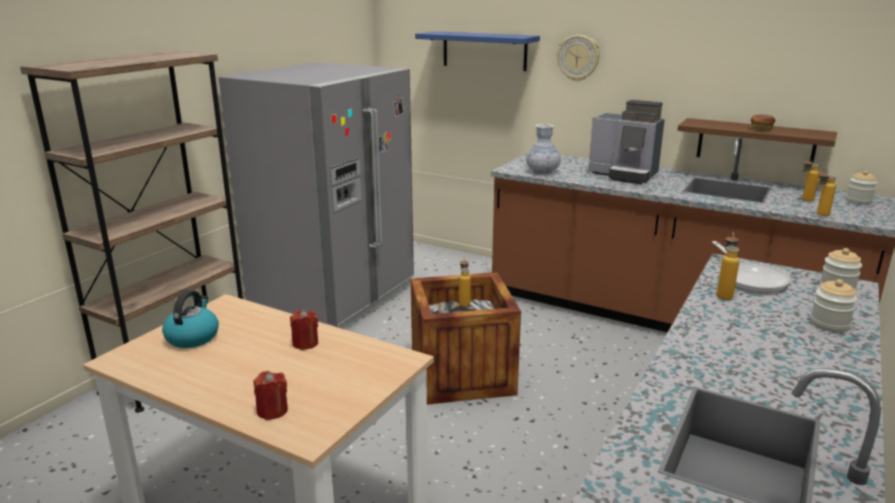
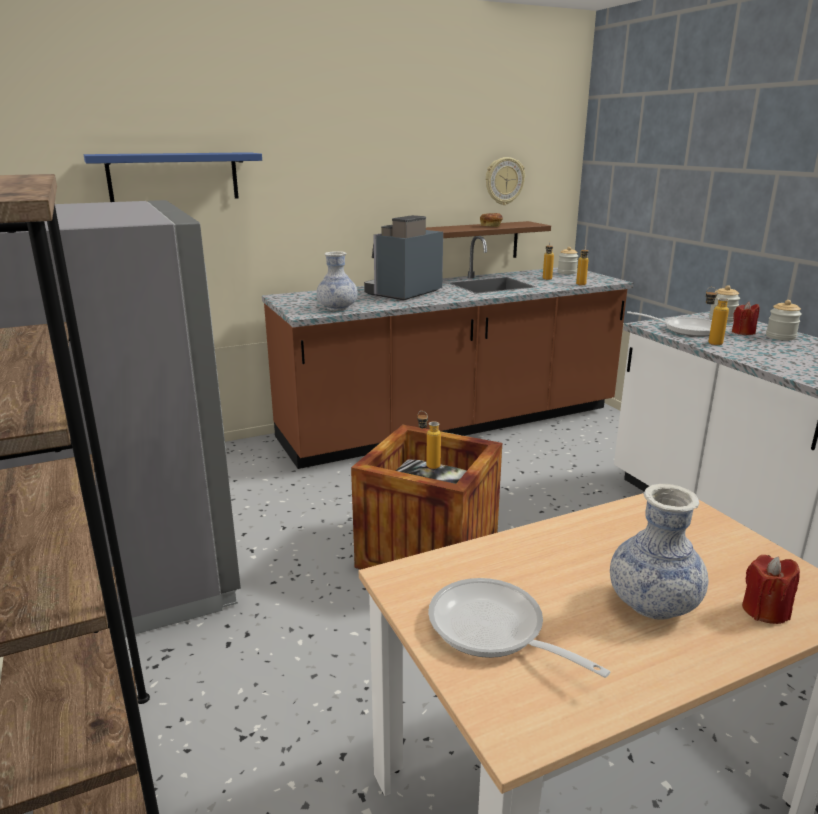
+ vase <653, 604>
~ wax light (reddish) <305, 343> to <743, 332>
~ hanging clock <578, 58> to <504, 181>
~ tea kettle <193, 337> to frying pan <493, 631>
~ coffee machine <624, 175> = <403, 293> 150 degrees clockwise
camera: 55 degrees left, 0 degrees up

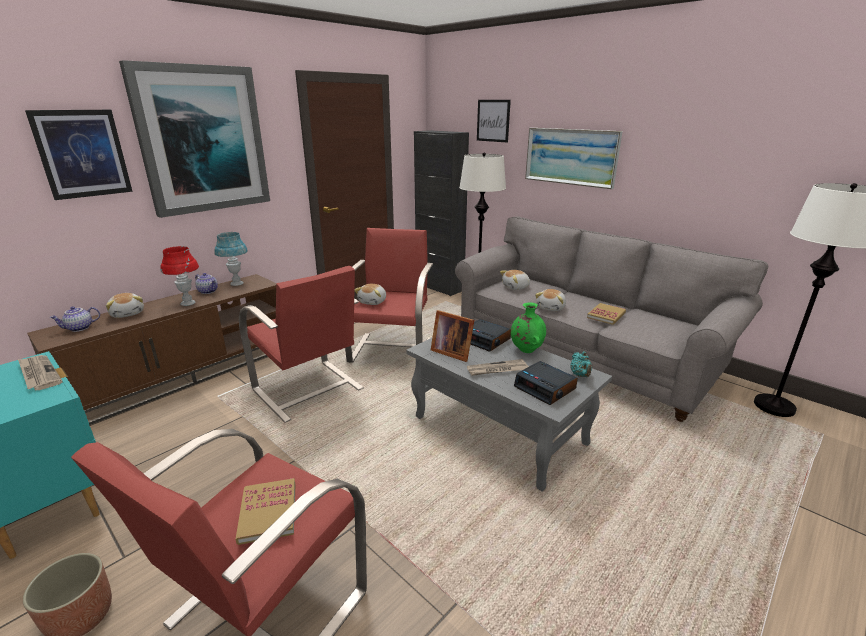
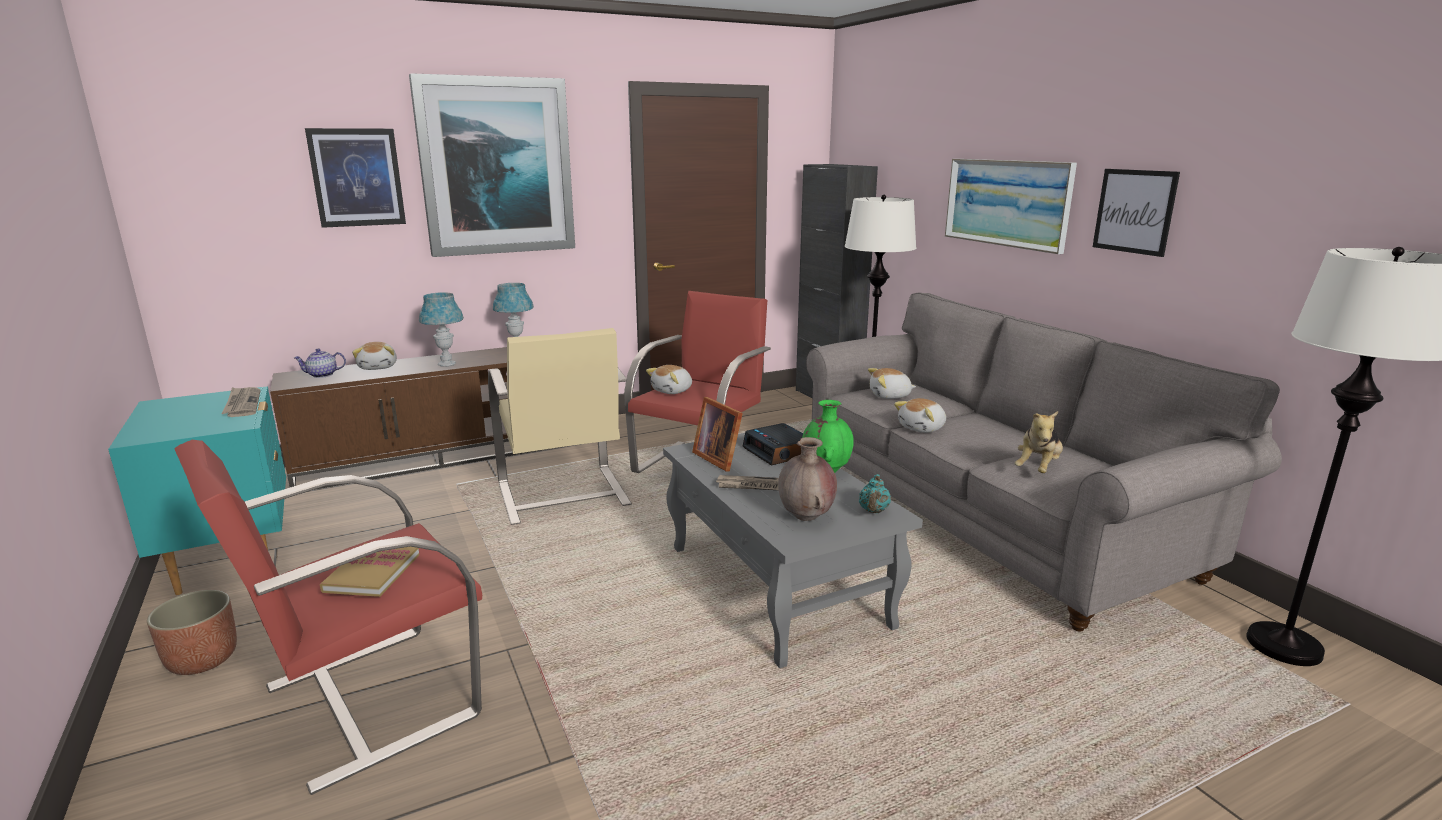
- teapot <208, 291>
- bound book <606, 315>
+ soft toy <1038, 468>
~ picture <493, 120> to <1134, 211>
~ bedside clock <545, 388> to vase (brown) <806, 517>
~ tabletop lamp (reddish) <188, 303> to tabletop lamp (bluish) <446, 364>
~ easy chair (reddish) <308, 390> to easy chair (beige) <563, 495>
camera: 20 degrees right, 5 degrees down

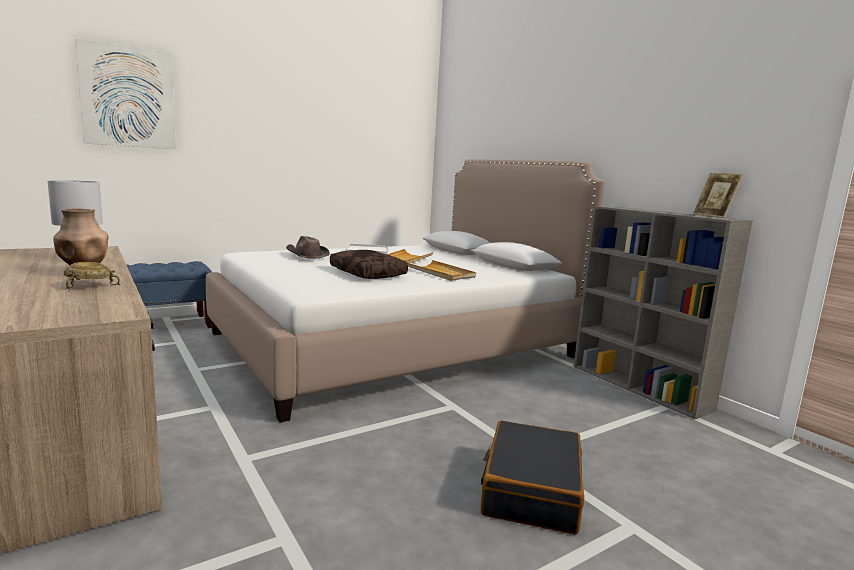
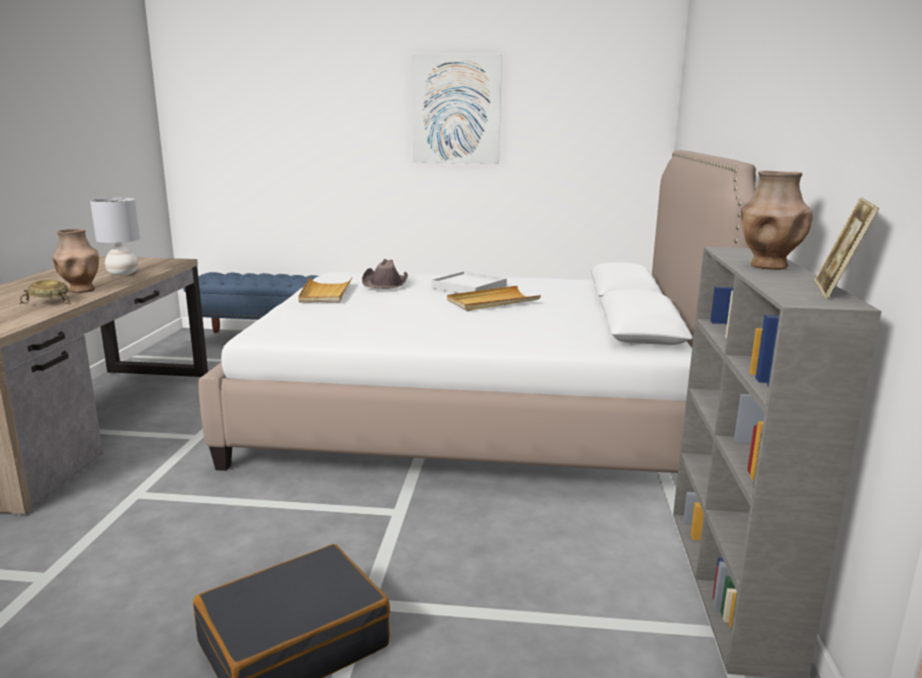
- throw pillow (brown) <369, 273>
+ vase (brown) <767, 266>
~ picture <128, 97> to <456, 110>
~ carrying tray (beige) <440, 273> to <325, 293>
camera: 40 degrees right, 5 degrees up

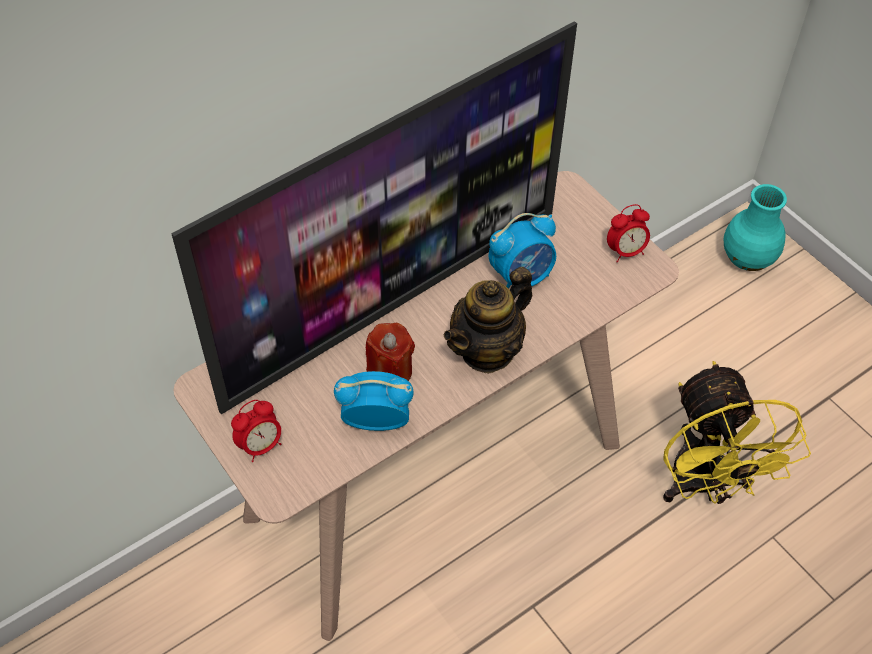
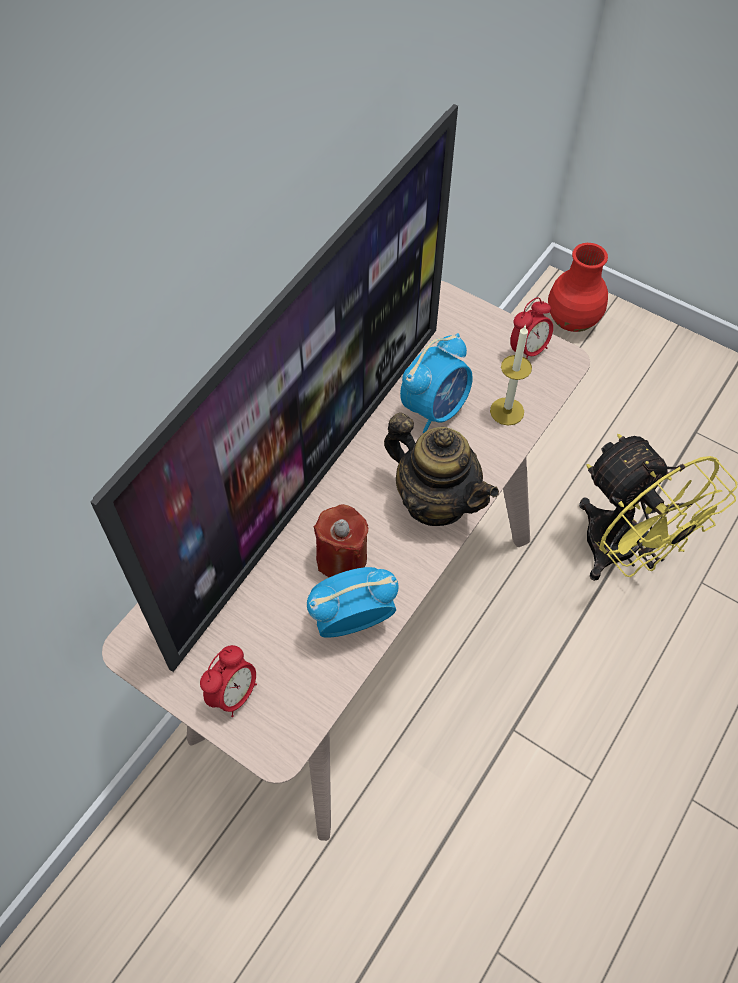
+ wax light <507, 411>
~ vase (turquoise-coloured) <747, 258> to vase (reddish) <572, 320>
~ teapot <488, 350> = <435, 501> 75 degrees counterclockwise
camera: 20 degrees left, 5 degrees up

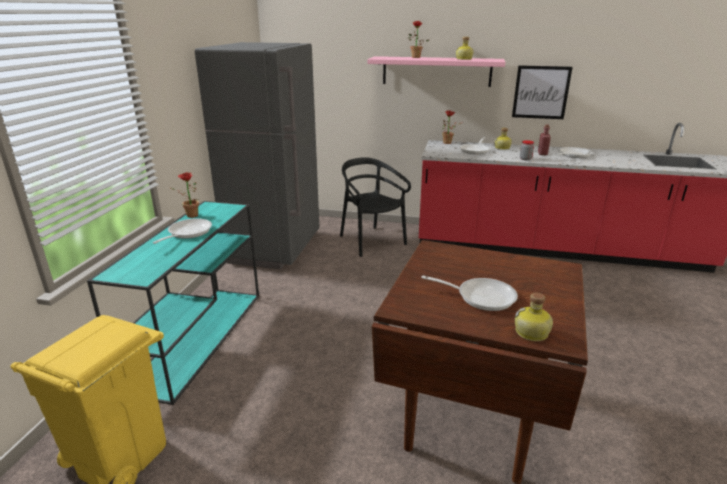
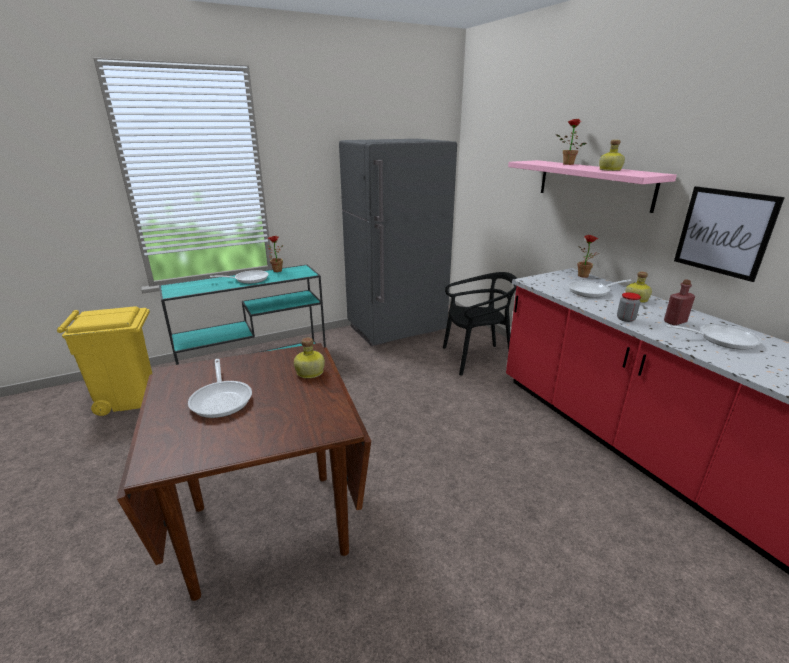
~ beverage bottle <532, 333> to <309, 372>
~ chair (black-coloured) <371, 241> = <476, 358> 60 degrees clockwise
camera: 50 degrees right, 0 degrees up

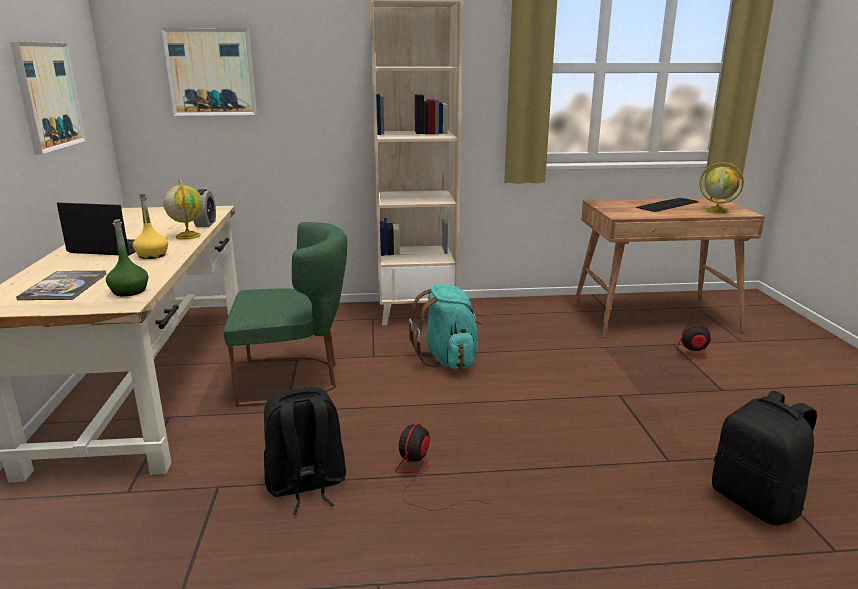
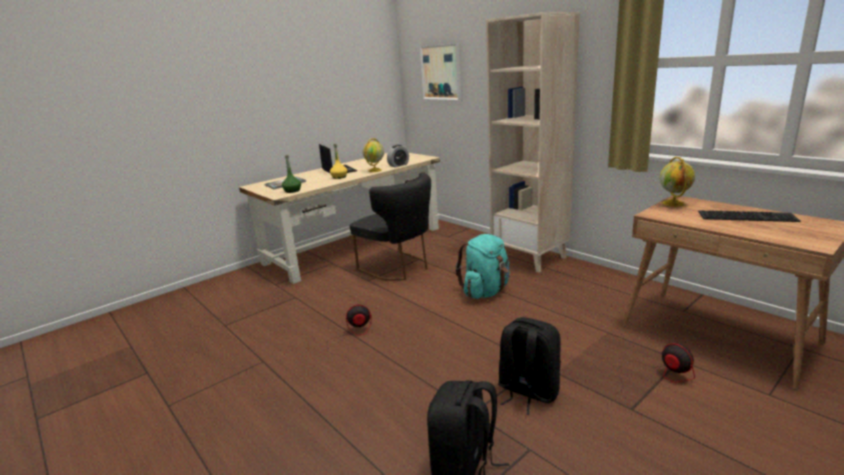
- picture <48, 96>
~ rucksack (black-coloured) <306, 485> to <527, 392>
~ world globe <717, 211> to <674, 204>
~ chair (green-coloured) <294, 379> to chair (black-coloured) <399, 268>
camera: 55 degrees right, 0 degrees up

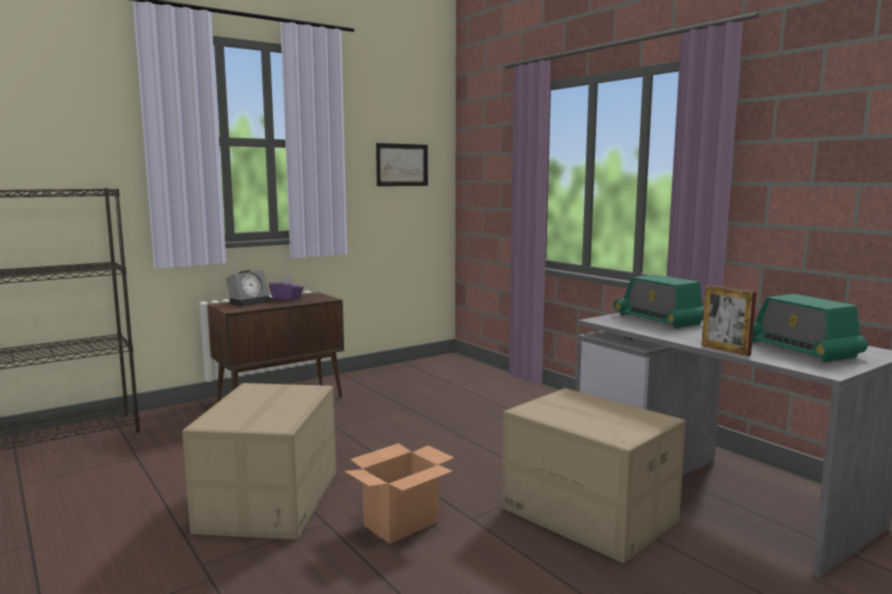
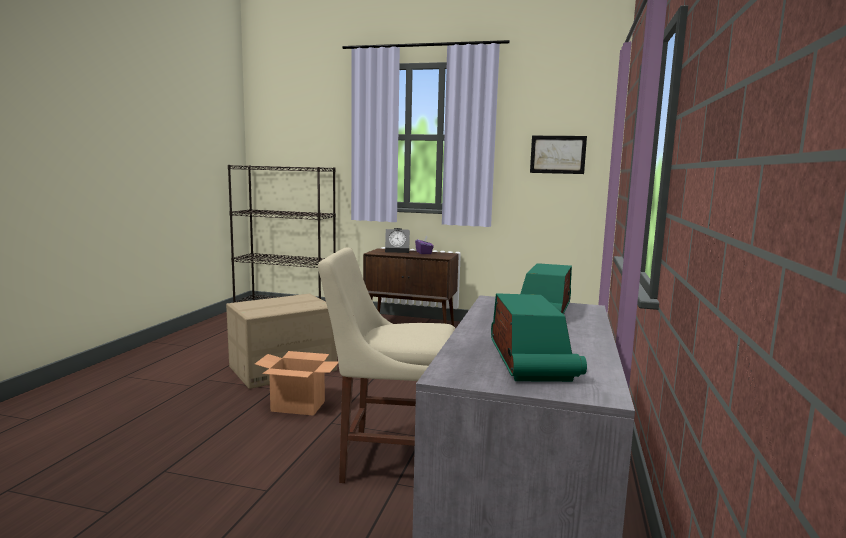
- photo frame <725, 350>
~ carton <587, 515> to chair (beige) <389, 460>
~ radio <800, 349> = <531, 361> 150 degrees clockwise
camera: 50 degrees right, 0 degrees up

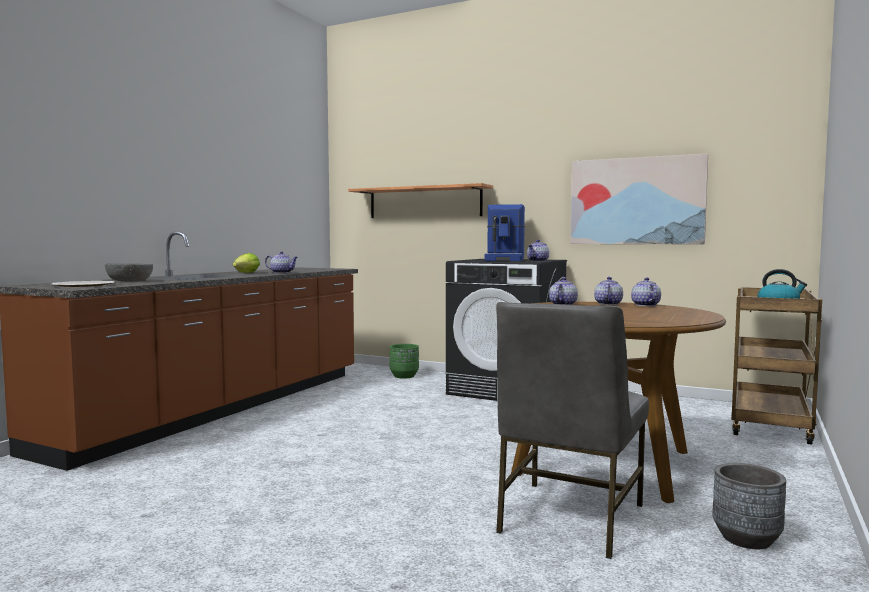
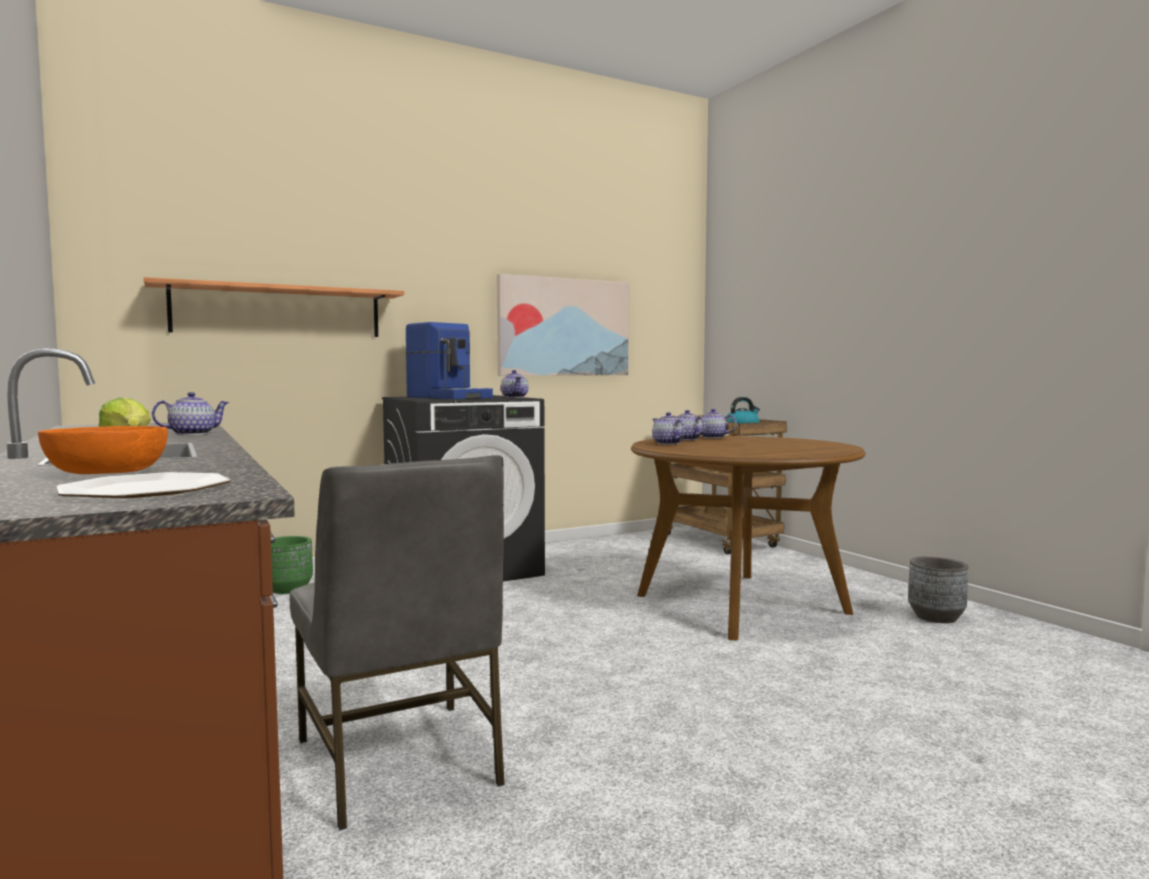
~ chair (gray) <568, 518> to <400, 762>
~ deep dish (gray) <129, 281> to deep dish (orange-coloured) <107, 472>
camera: 55 degrees left, 0 degrees up

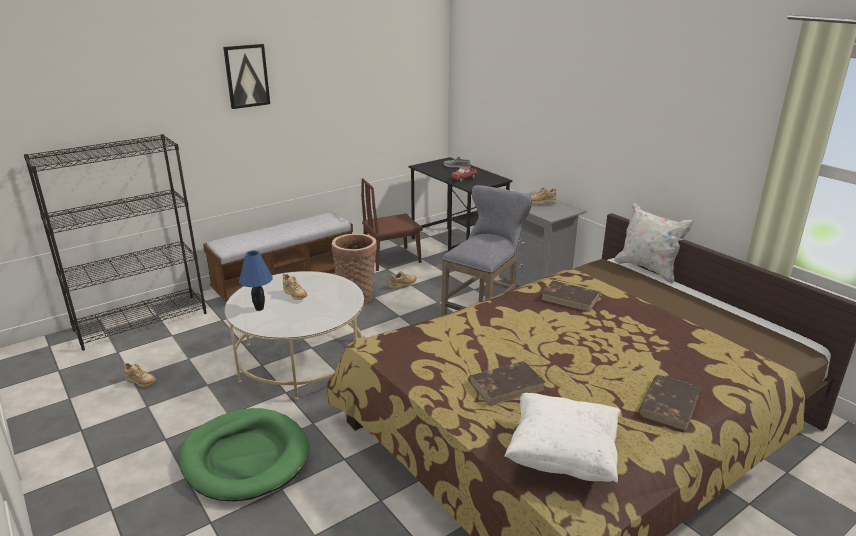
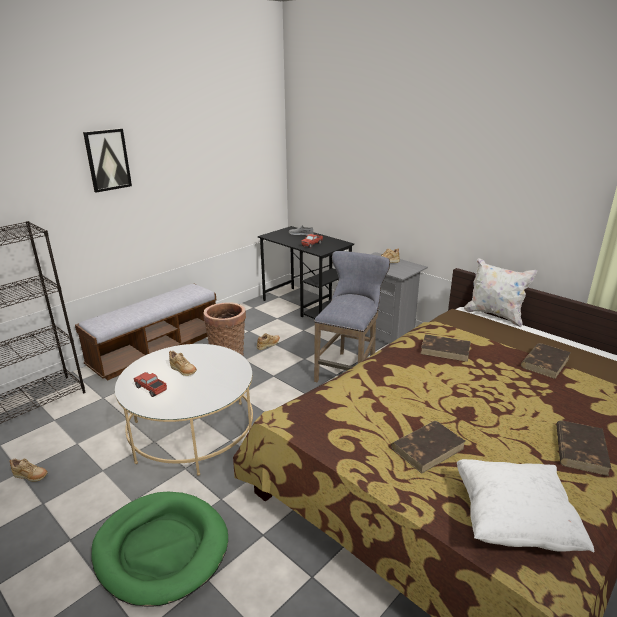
- chair (brown) <392, 259>
+ bound book (brown) <545, 362>
~ tabletop lamp (bluish) <259, 309> to toy lorry <151, 389>
camera: 10 degrees left, 0 degrees up

